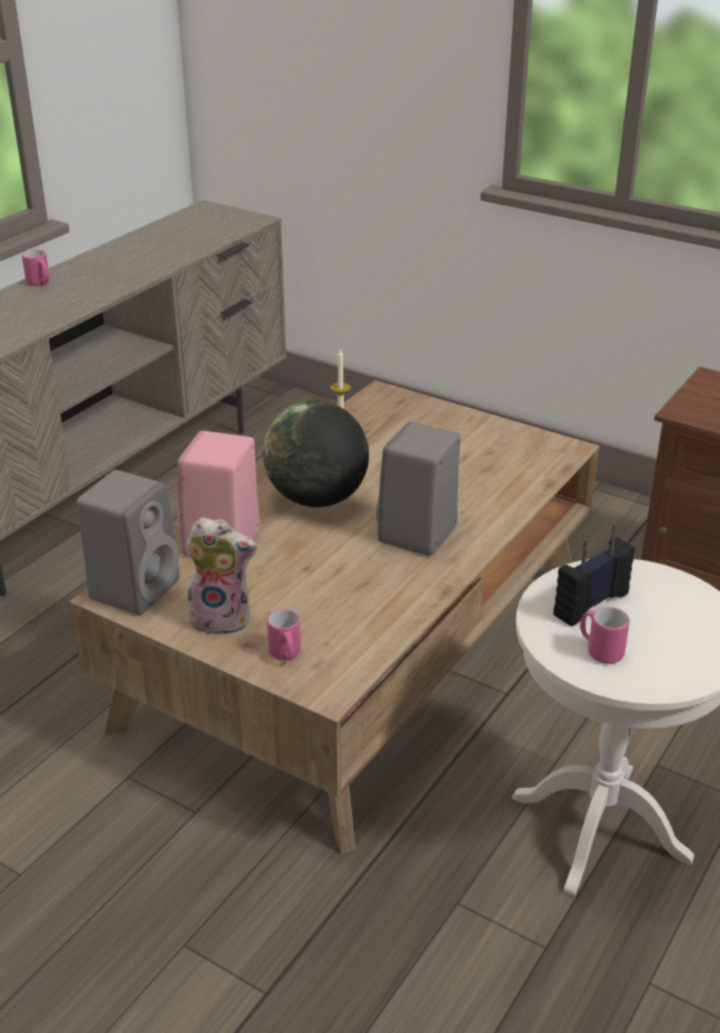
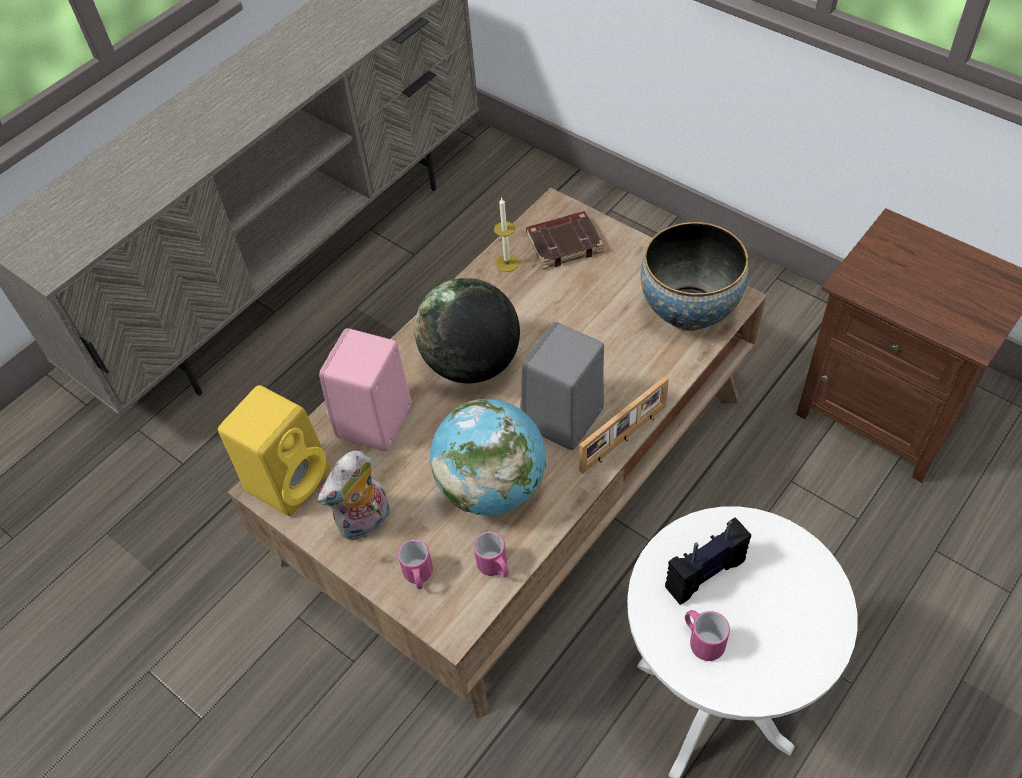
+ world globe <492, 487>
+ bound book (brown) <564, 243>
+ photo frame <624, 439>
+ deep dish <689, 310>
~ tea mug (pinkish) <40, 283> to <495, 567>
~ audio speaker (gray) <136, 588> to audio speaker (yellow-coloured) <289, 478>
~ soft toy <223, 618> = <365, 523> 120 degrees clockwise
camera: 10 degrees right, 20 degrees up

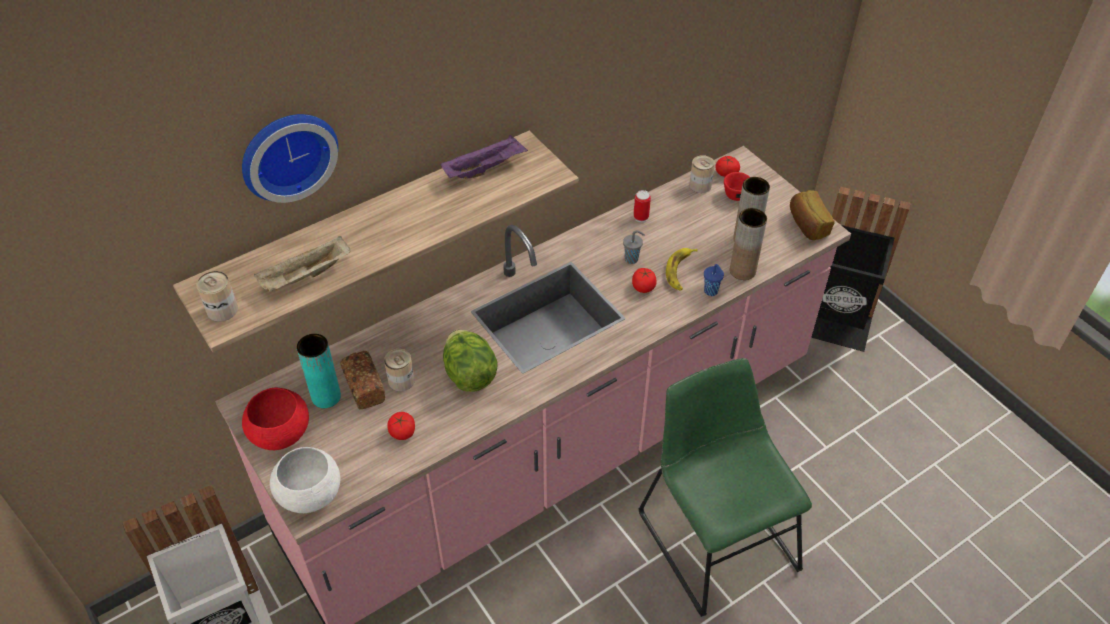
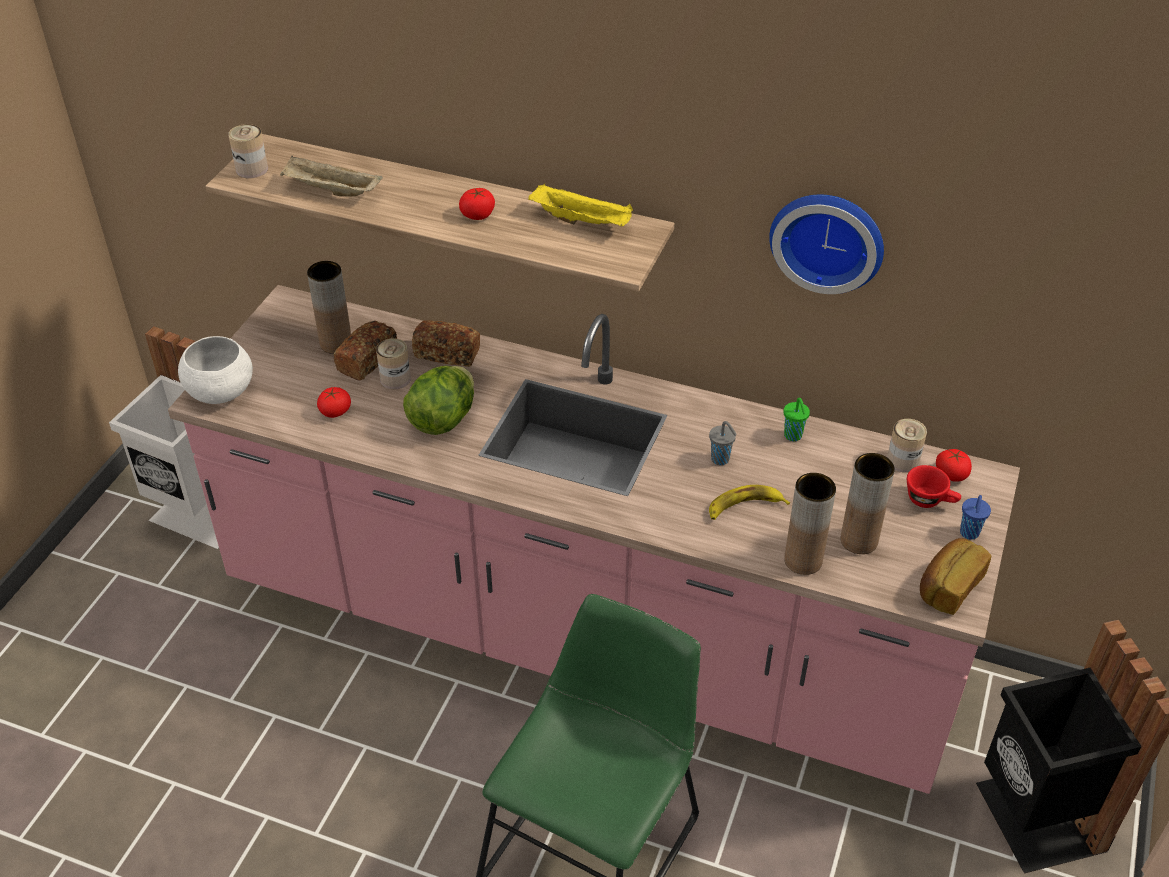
- deep dish (reddish) <280, 433>
+ bread <447, 353>
~ hanging clock <287, 153> to <828, 238>
~ whole tomato <643, 286> to <477, 214>
~ cup (bluish) <711, 292> to <969, 534>
~ metal can <641, 217> to cup (green-coloured) <793, 436>
~ vase (turquoise-coloured) <326, 397> to vase (brown) <336, 343>
~ carrying tray (purple-coloured) <485, 168> to carrying tray (yellow-coloured) <583, 221>
camera: 55 degrees right, 5 degrees down

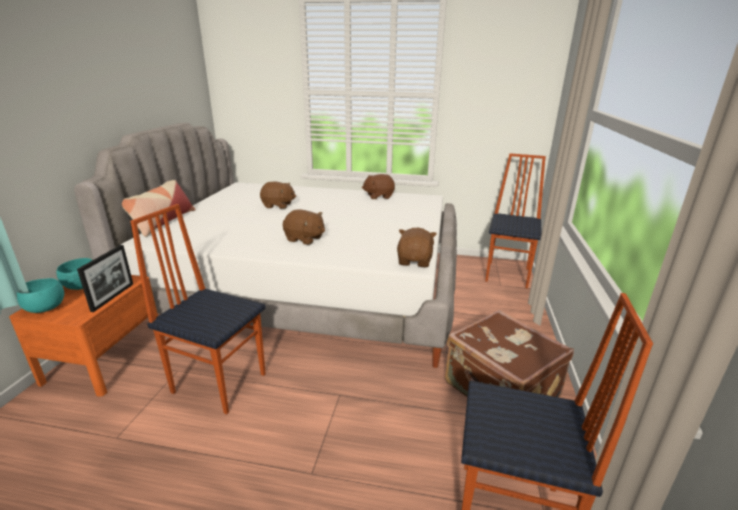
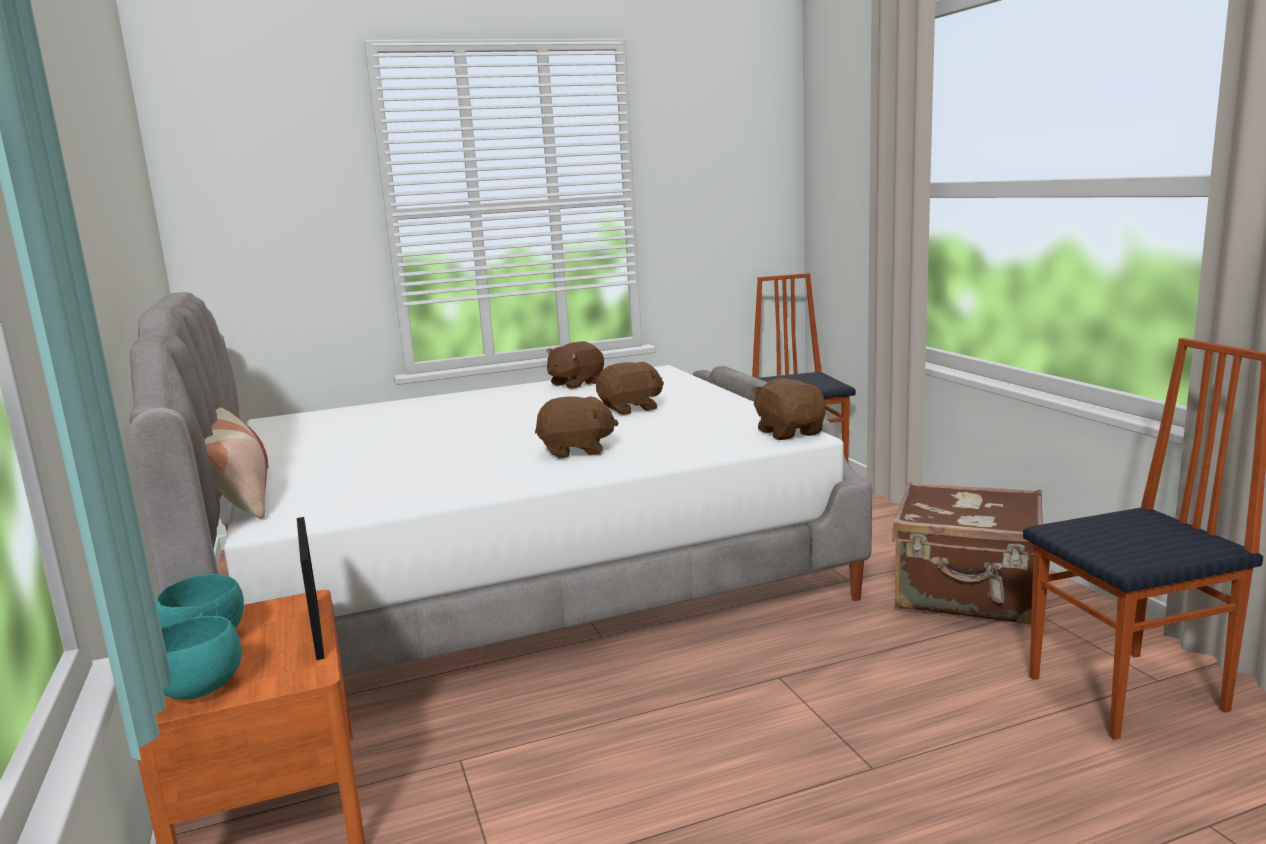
- chair <219, 382>
~ soft toy (brown) <278, 205> to <631, 409>
camera: 30 degrees left, 10 degrees down

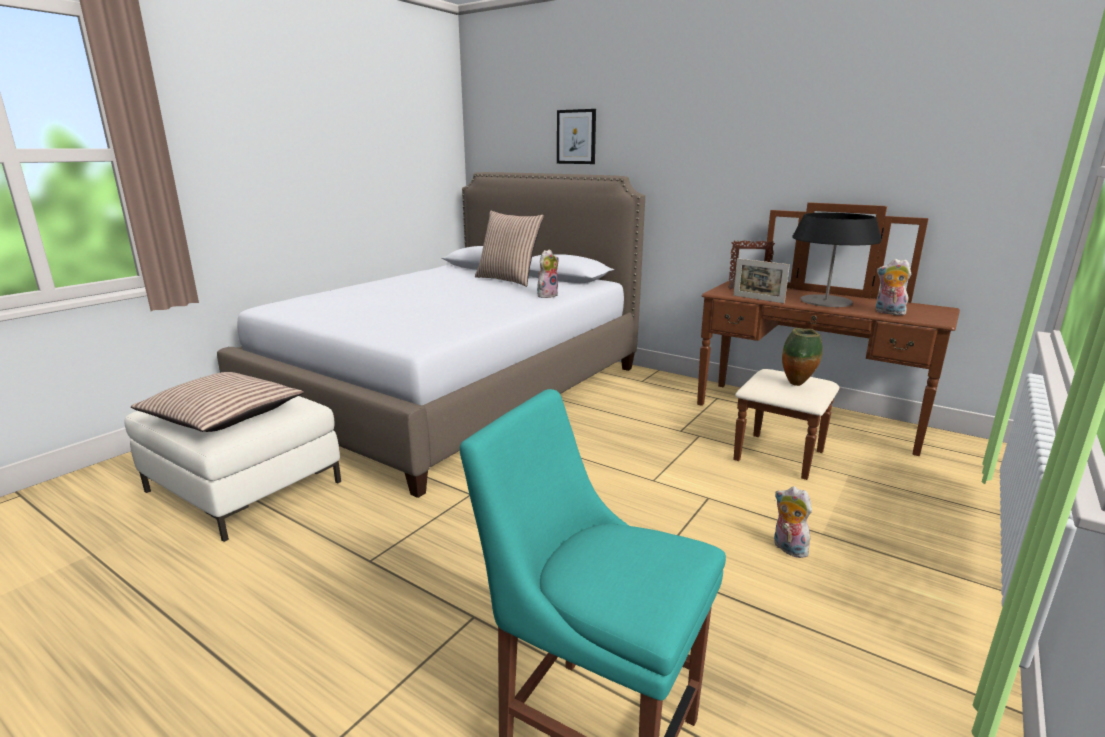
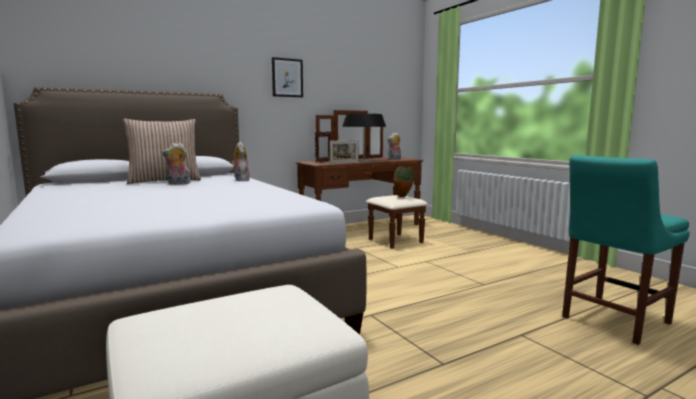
- throw pillow <223, 415>
~ picture <576, 137> to <287, 78>
~ soft toy <787, 548> to <178, 184>
camera: 65 degrees left, 10 degrees down

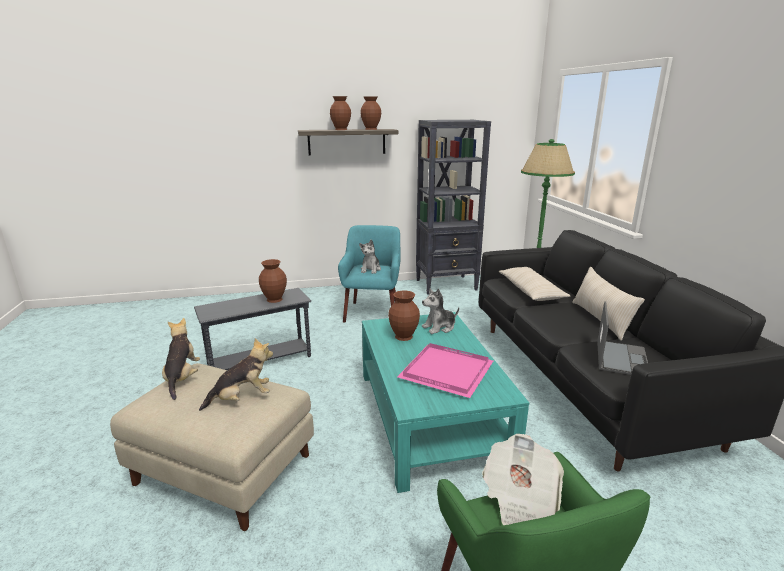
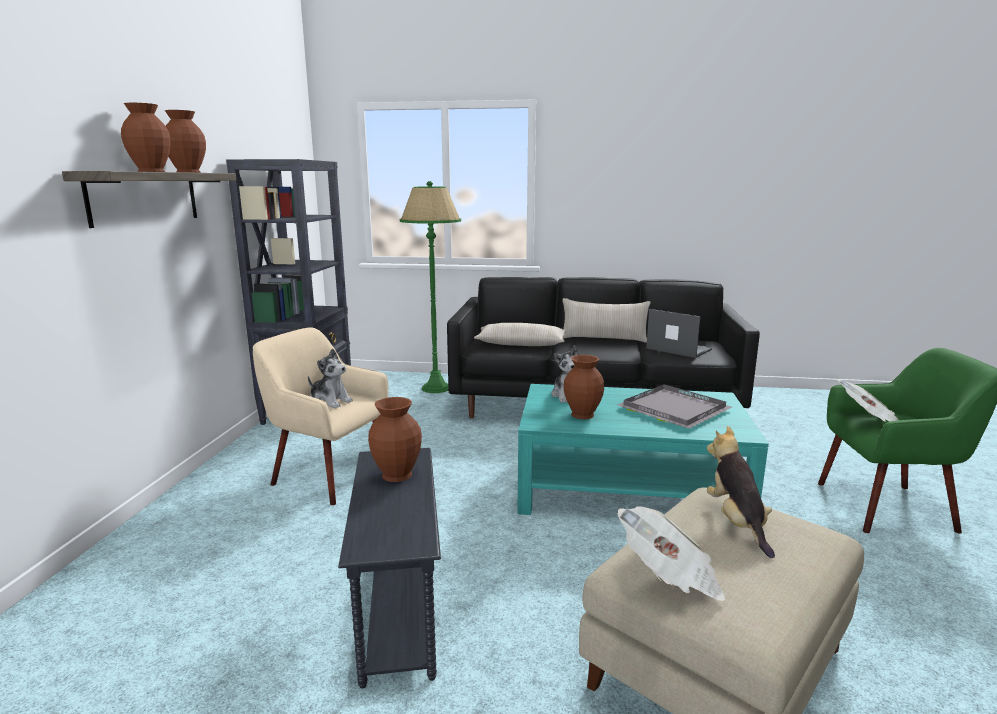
~ soft toy <182, 378> to newspaper <669, 577>
~ easy chair (turquoise-coloured) <372, 312> to easy chair (beige) <329, 475>
~ carrying tray (pinkish) <447, 372> to carrying tray (gray) <676, 409>
camera: 70 degrees left, 5 degrees down

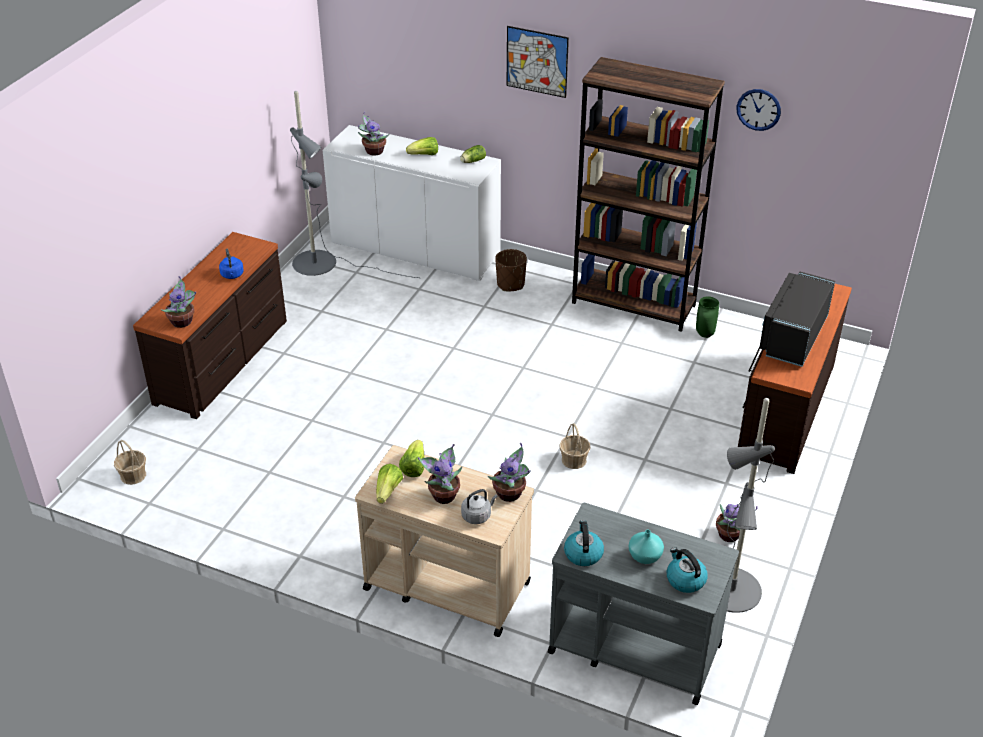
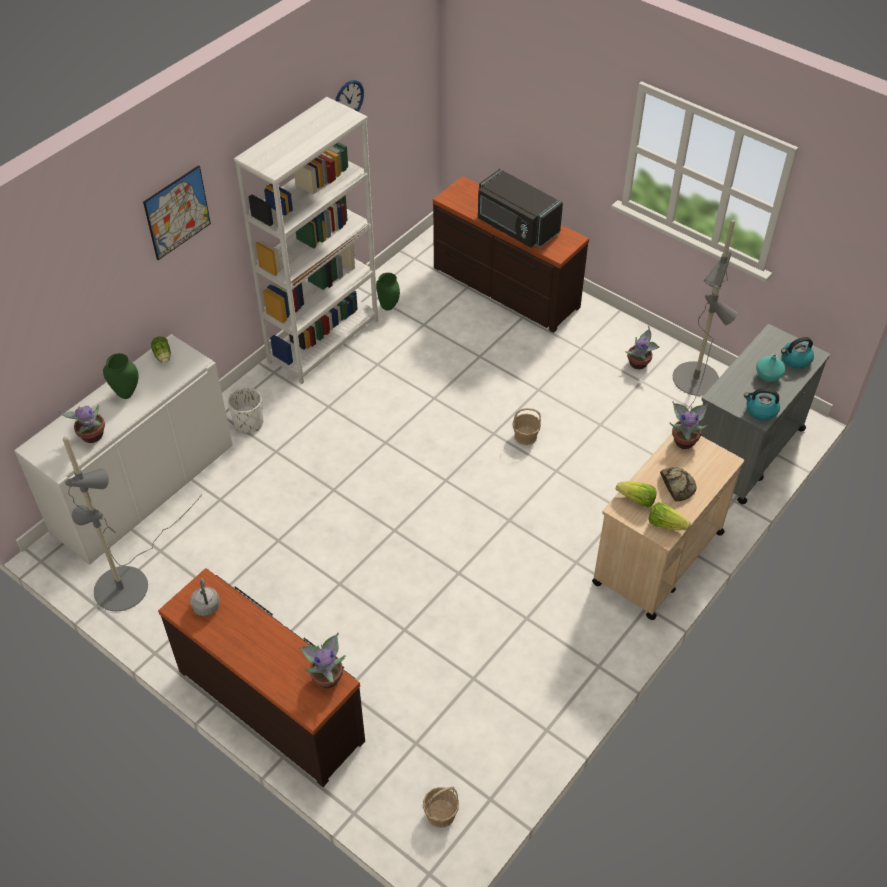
- tea kettle (bluish) <232, 275>
~ tea kettle (gray) <477, 515> to <206, 605>
~ head of lettuce <424, 155> to vase (green-coloured) <127, 393>
~ houseplant <443, 495> to bread <677, 485>
~ plant pot (brown) <510, 284> to plant pot (white) <248, 423>
~ bookcase (brown) <634, 304> to bookcase (white) <323, 341>
camera: 75 degrees left, 10 degrees up

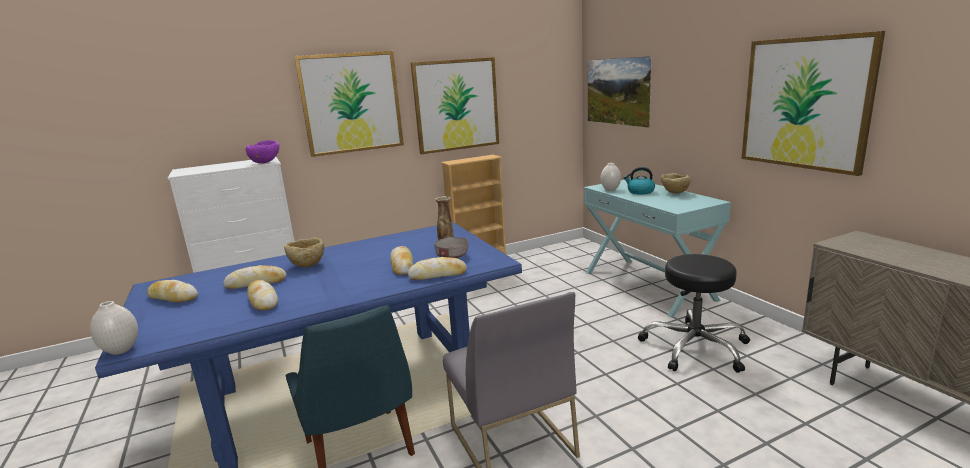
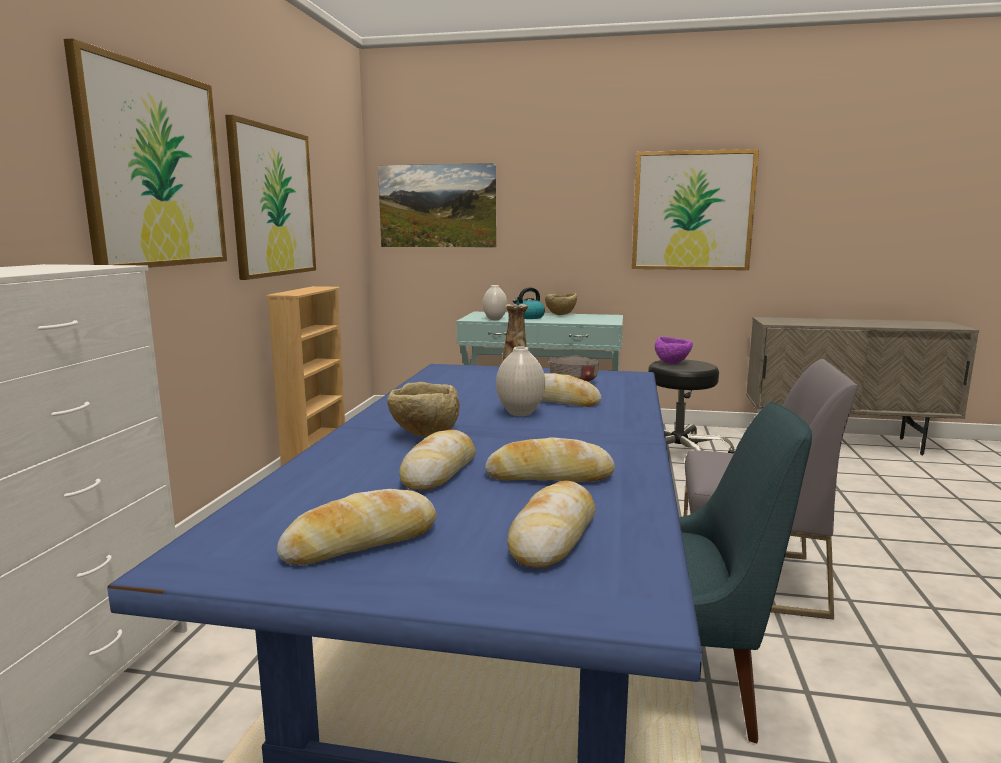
~ vase (white) <121, 350> to <519, 413>
~ deep dish (purple-coloured) <265, 163> to <672, 363>
~ bread <438, 275> to <554, 536>
camera: 55 degrees left, 5 degrees down

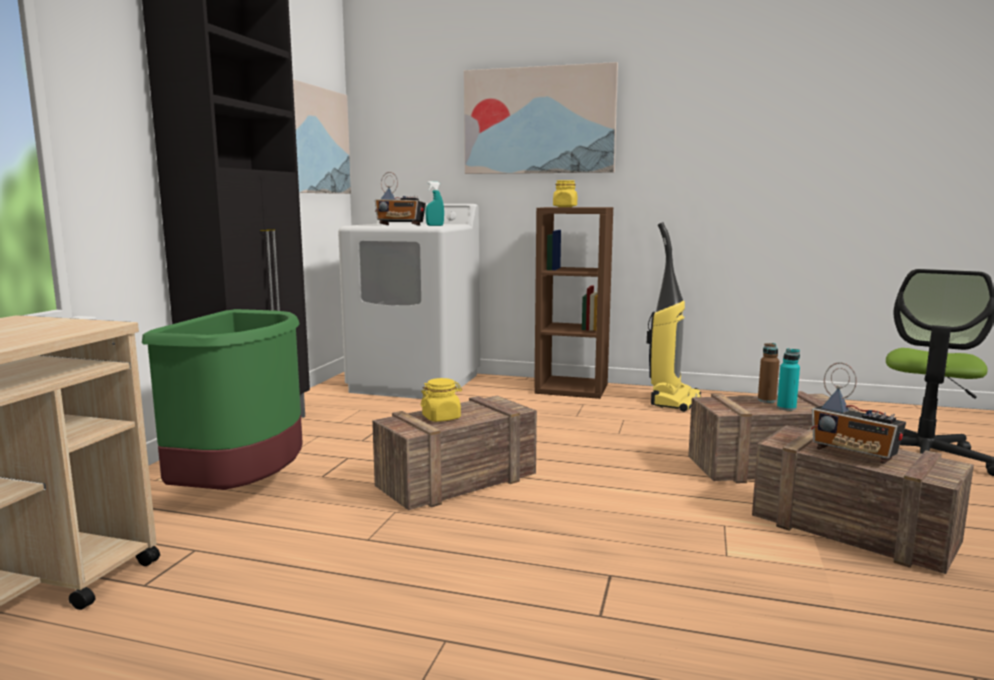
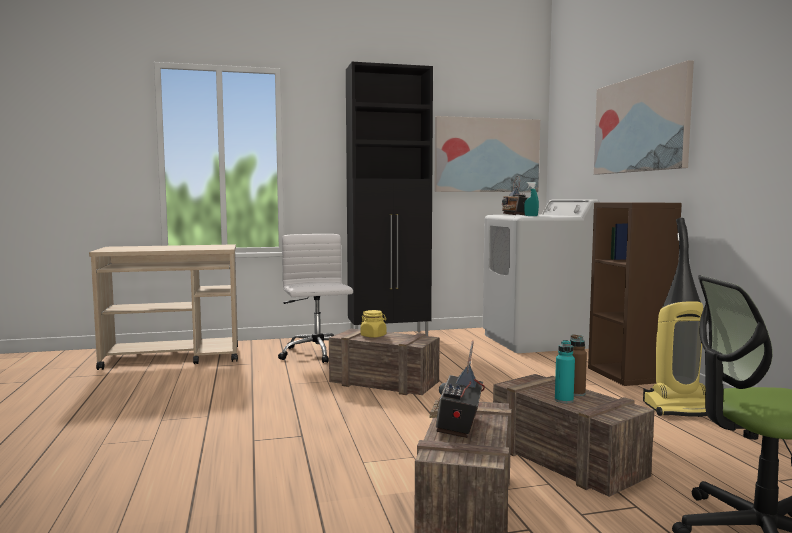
- preserve jar (yellow-coloured) <565, 207>
~ waste bin (green-coloured) <243, 489> to desk chair (white) <317, 354>
camera: 60 degrees right, 5 degrees down

